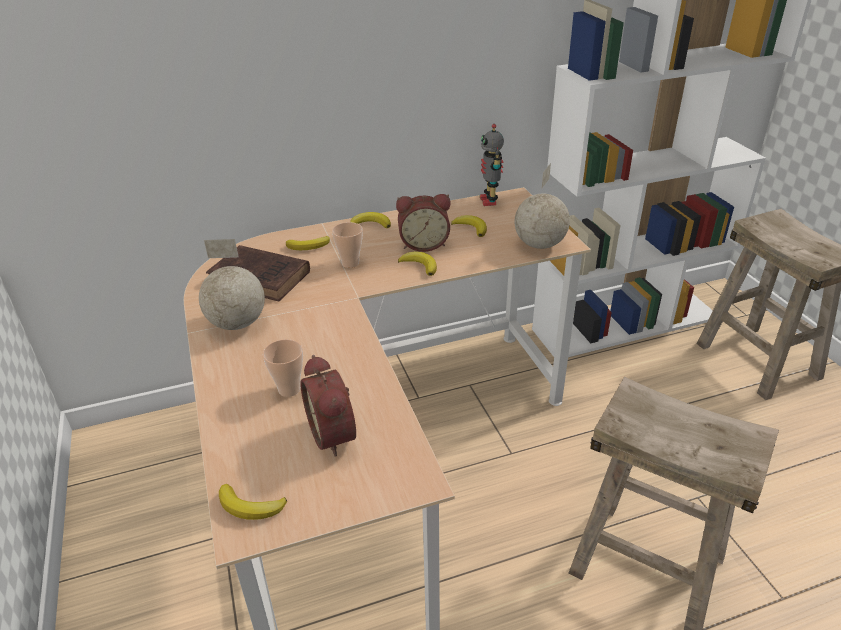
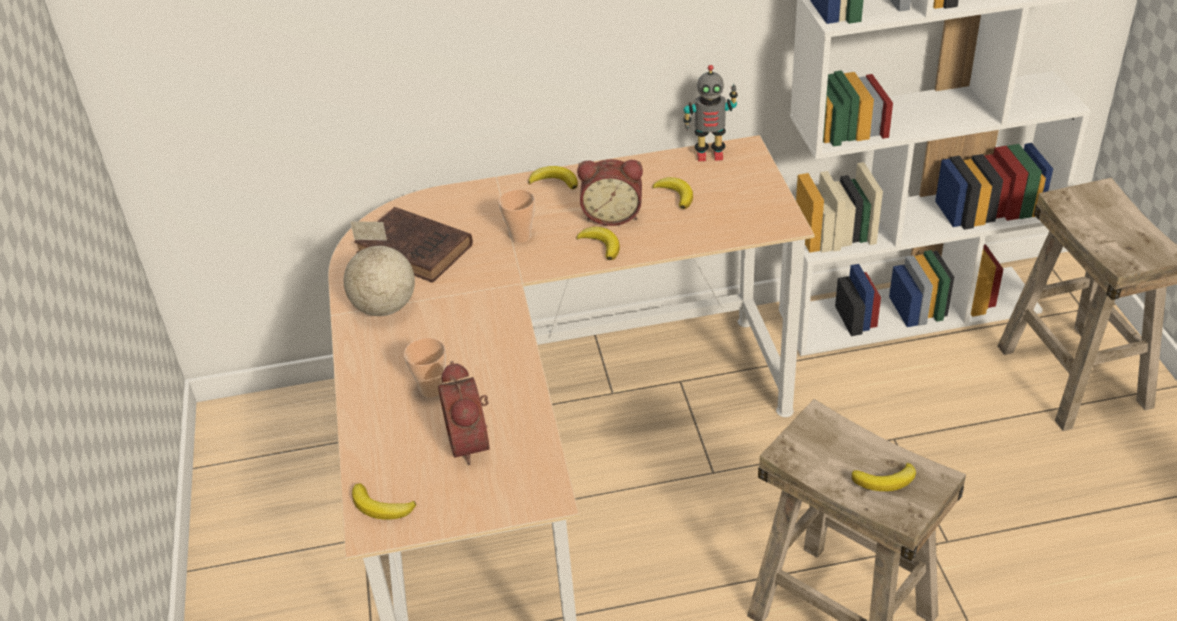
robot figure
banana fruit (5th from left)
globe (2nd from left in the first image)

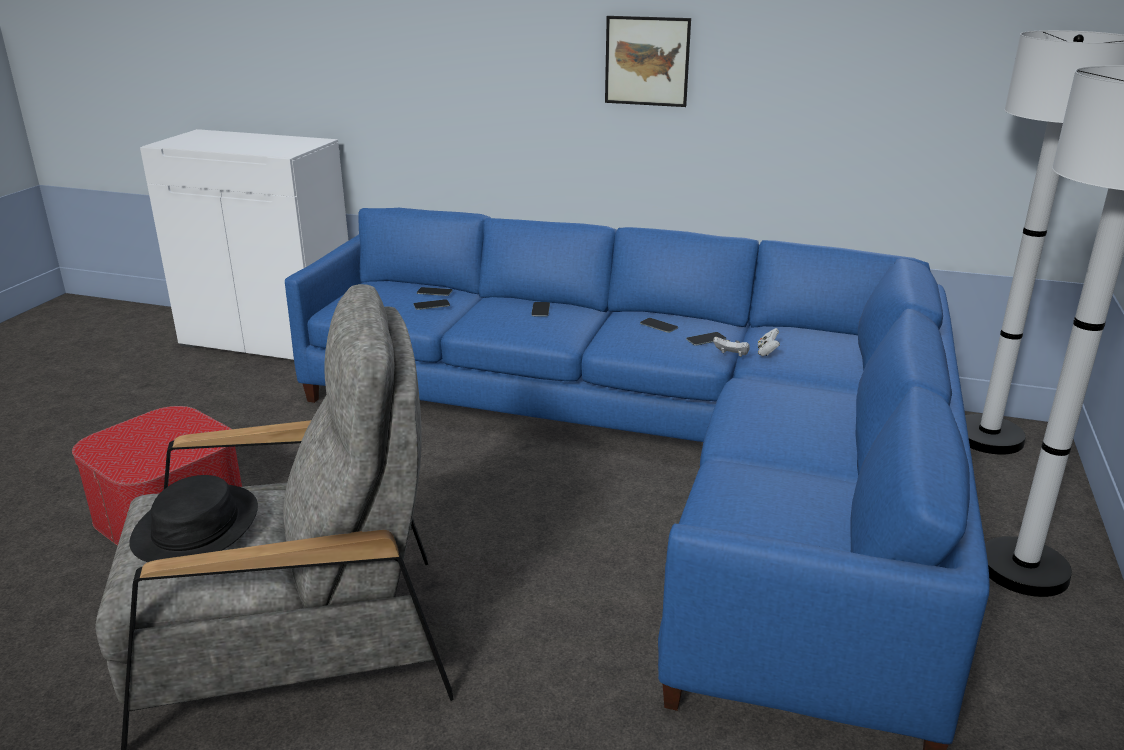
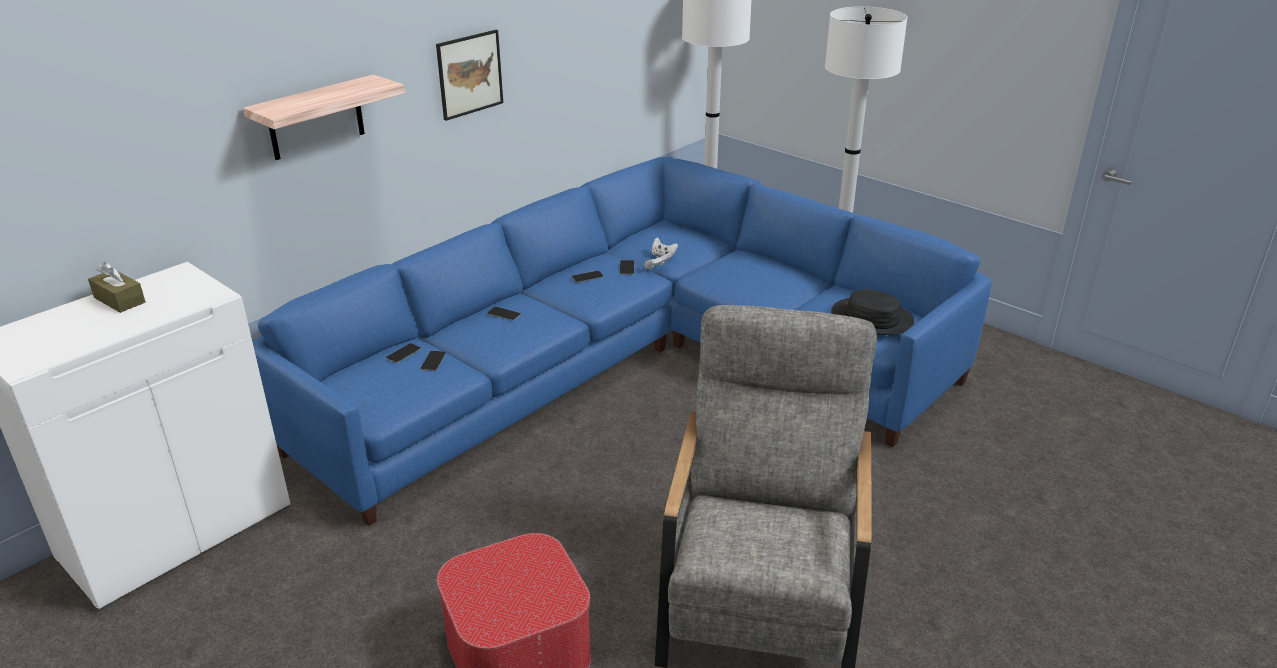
tissue box/brown-coloured
wall shelf
hat/black

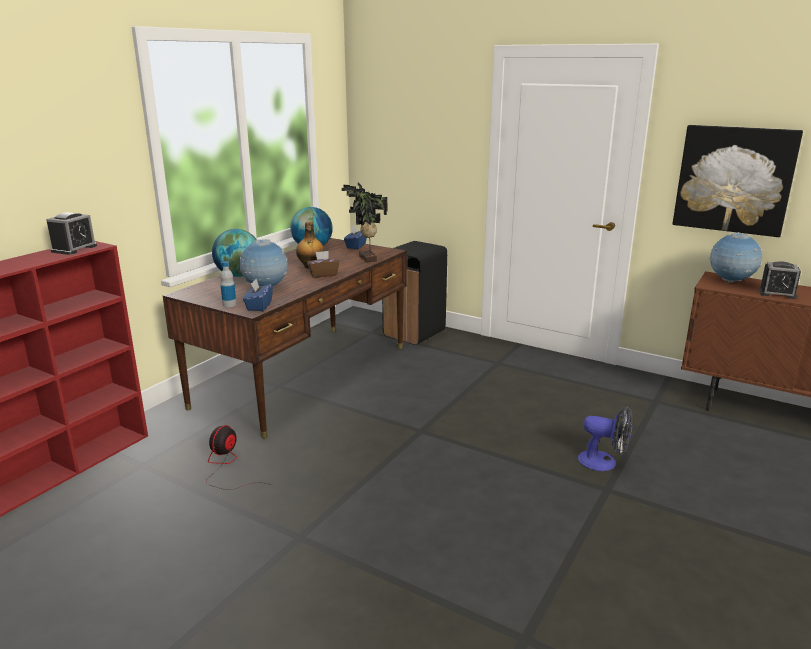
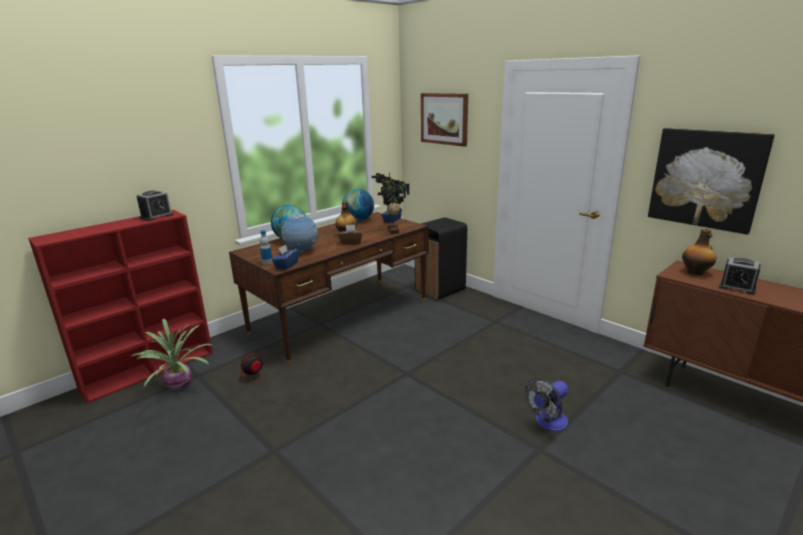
houseplant (1st from left)
wall picture (1st from left)
cooling fan (2nd from left)
beverage bottle (3rd from left)

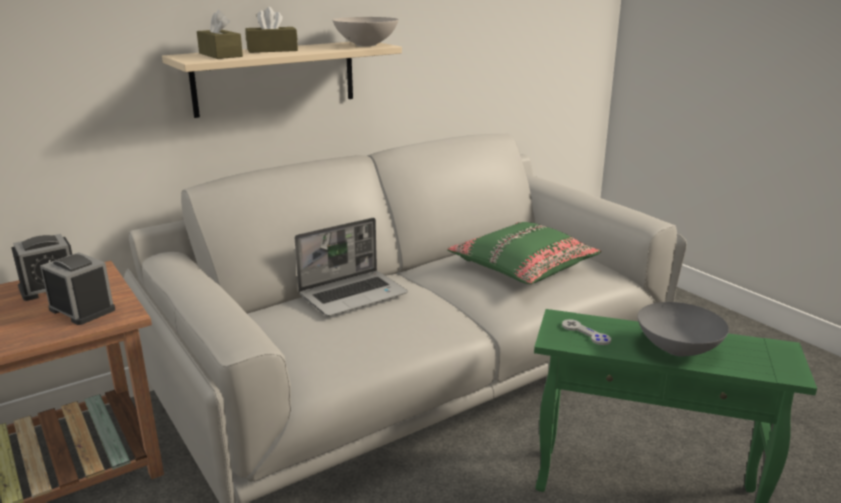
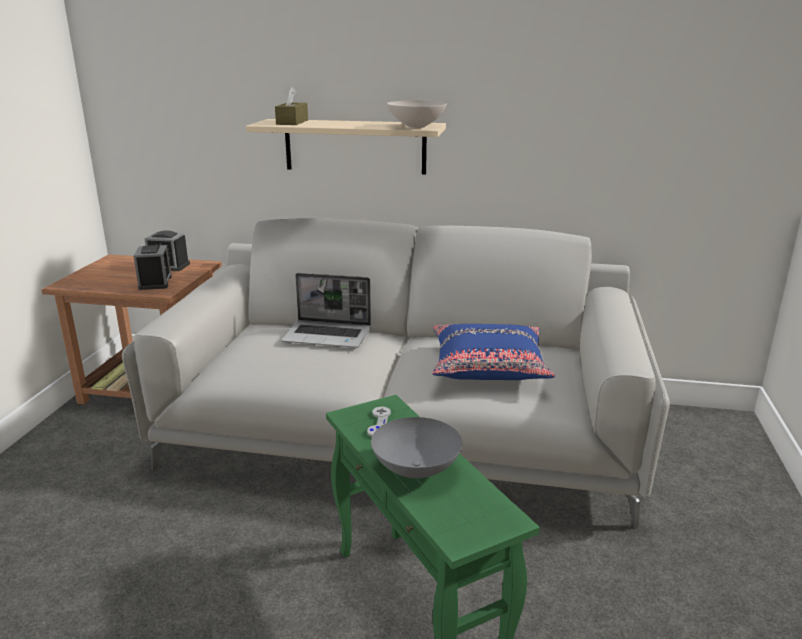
pillow/blue-coloured
tissue box/brown-coloured (2nd from left in the first image)

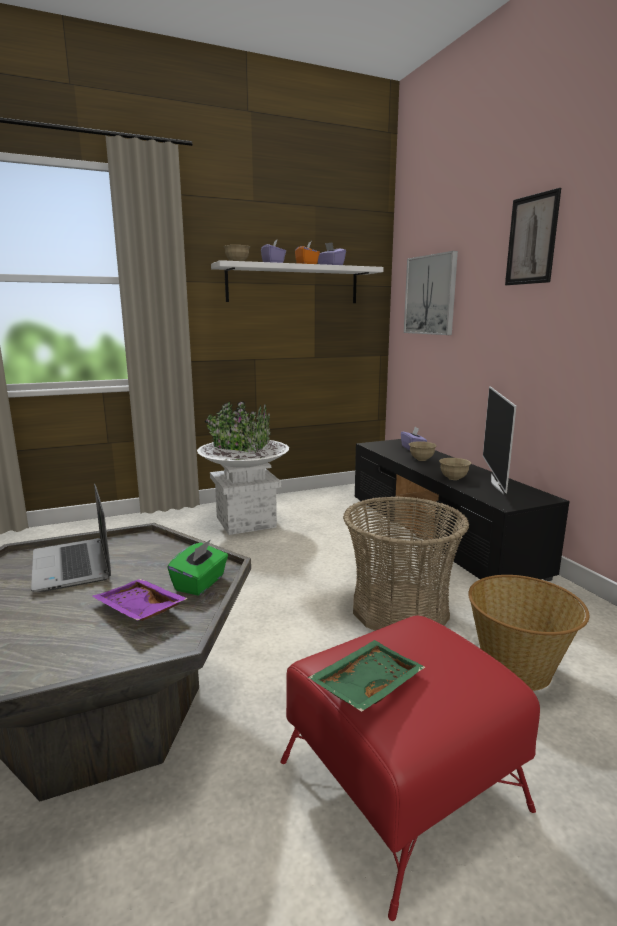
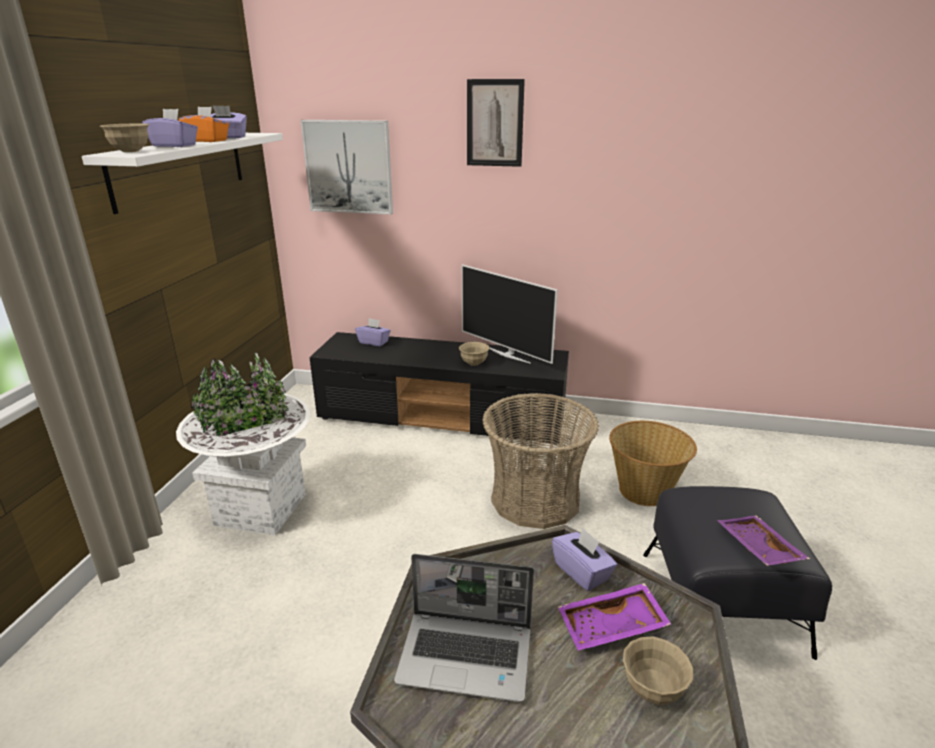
tissue box/purplish (4th from left)
deep dish/beige (3rd from left)
footrest/black
tray/purplish (2nd from left)

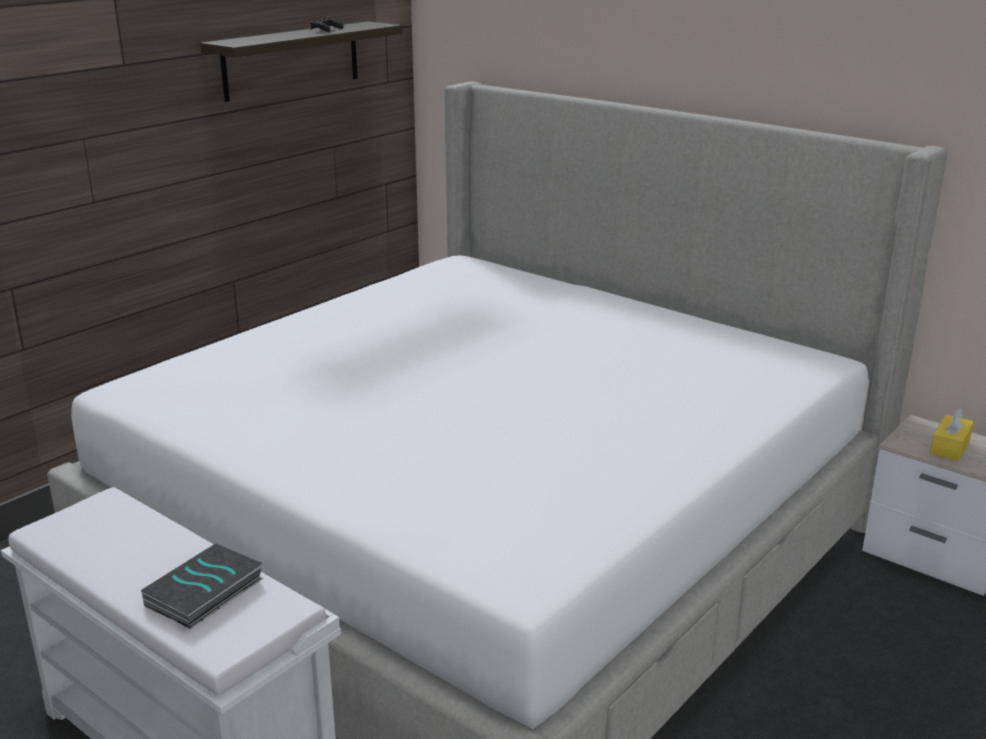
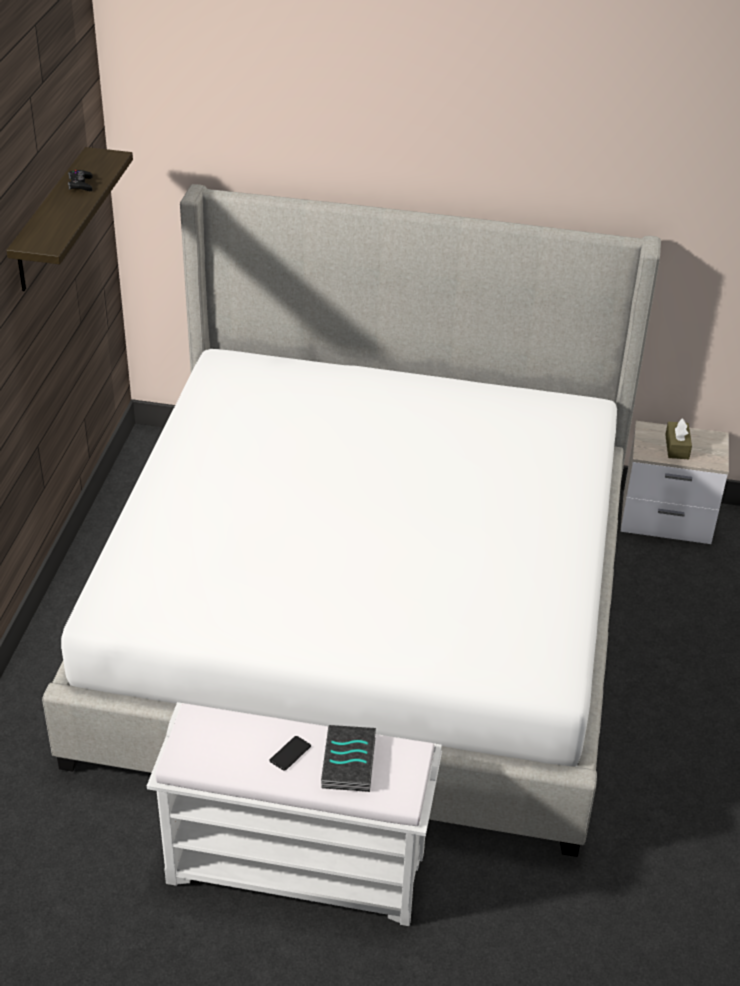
phone
tissue box/brown-coloured

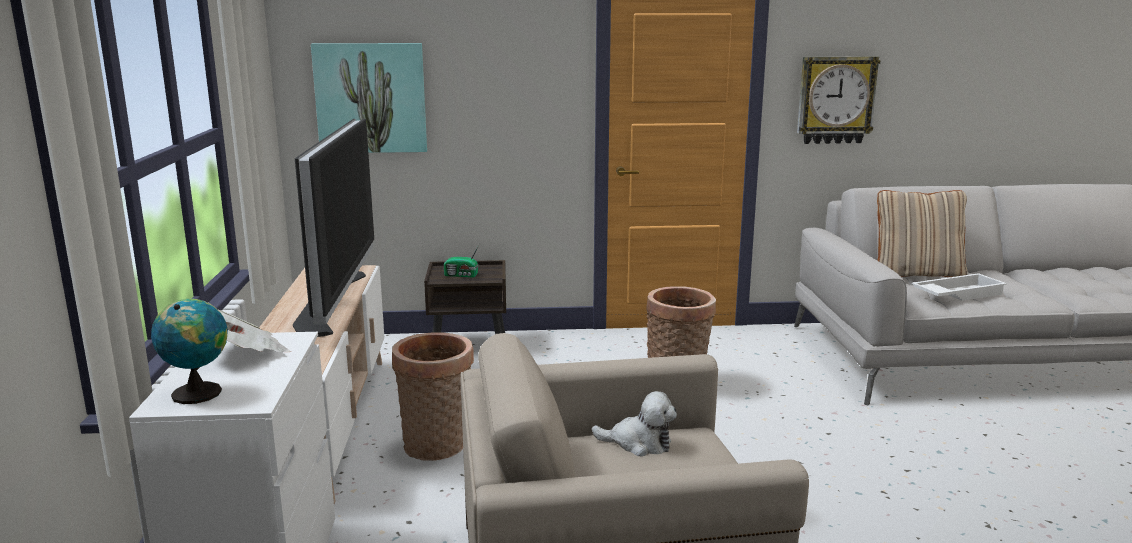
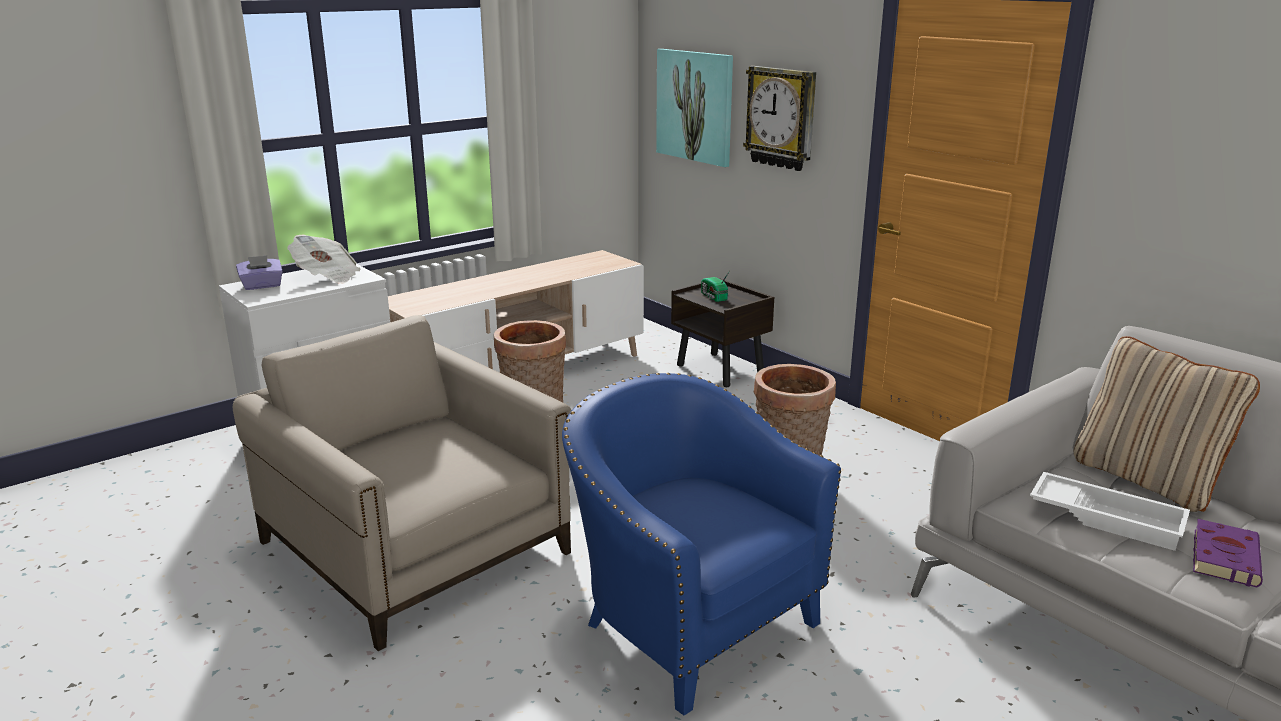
tissue box/purplish
armchair/blue-coloured
hanging clock
book/purplish
television
cuddly toy

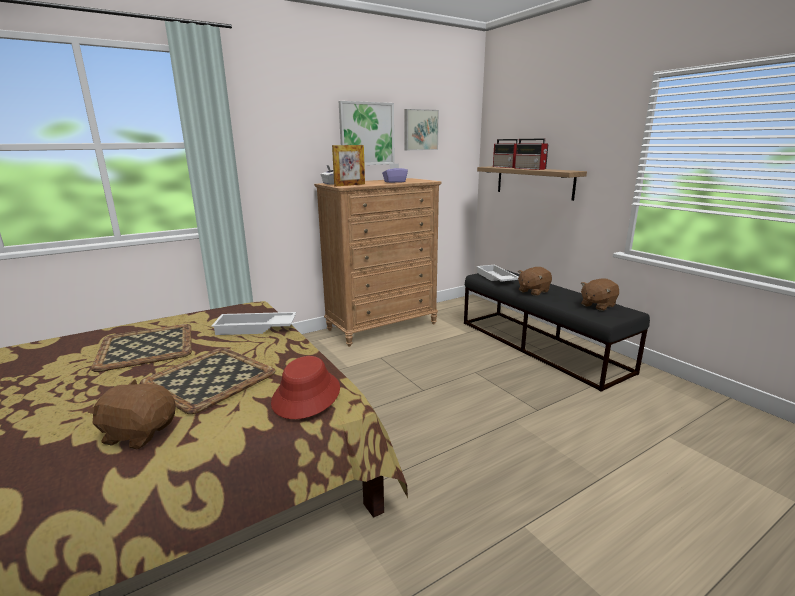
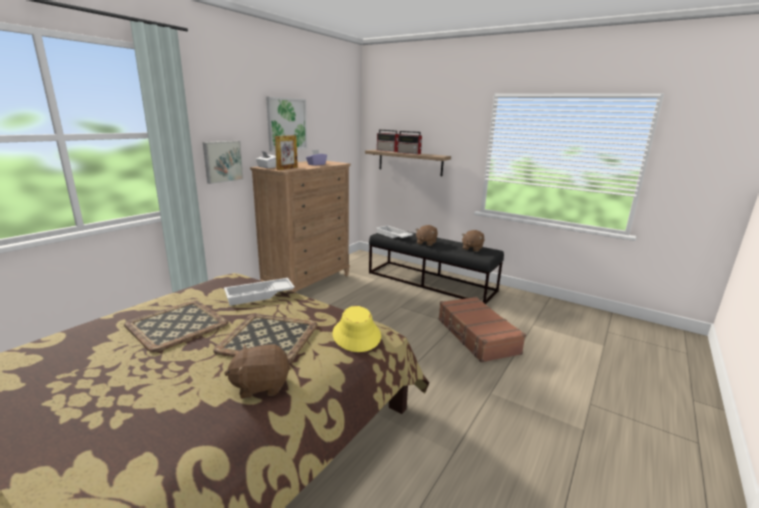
wall picture (1st from left)
hat/yellowish
suitcase/brown-coloured

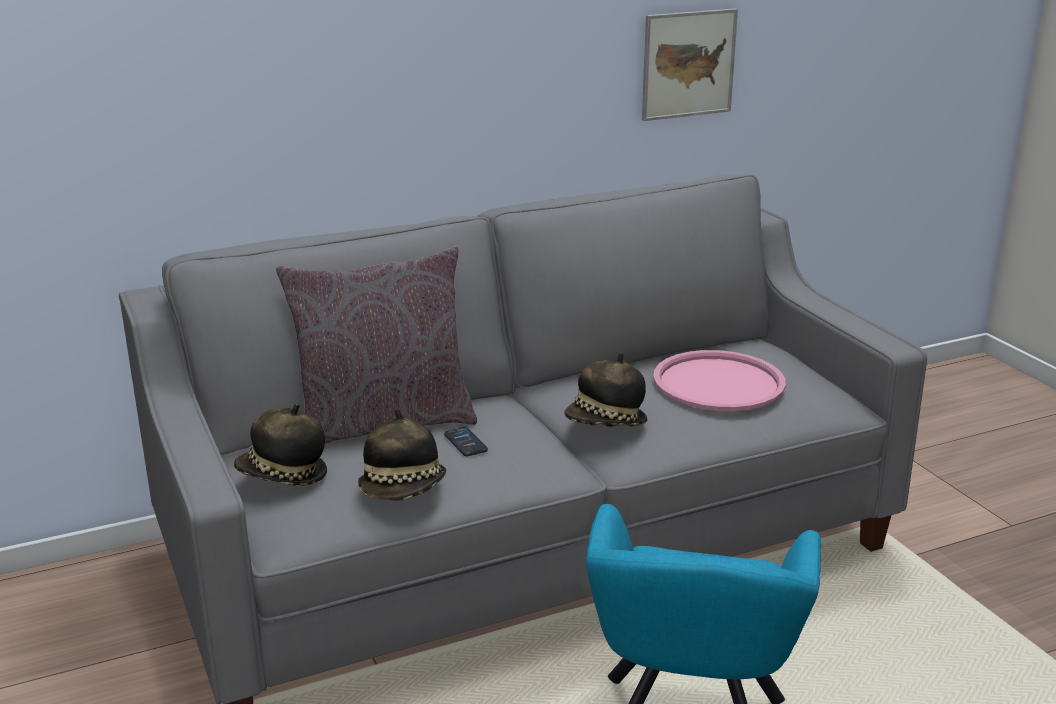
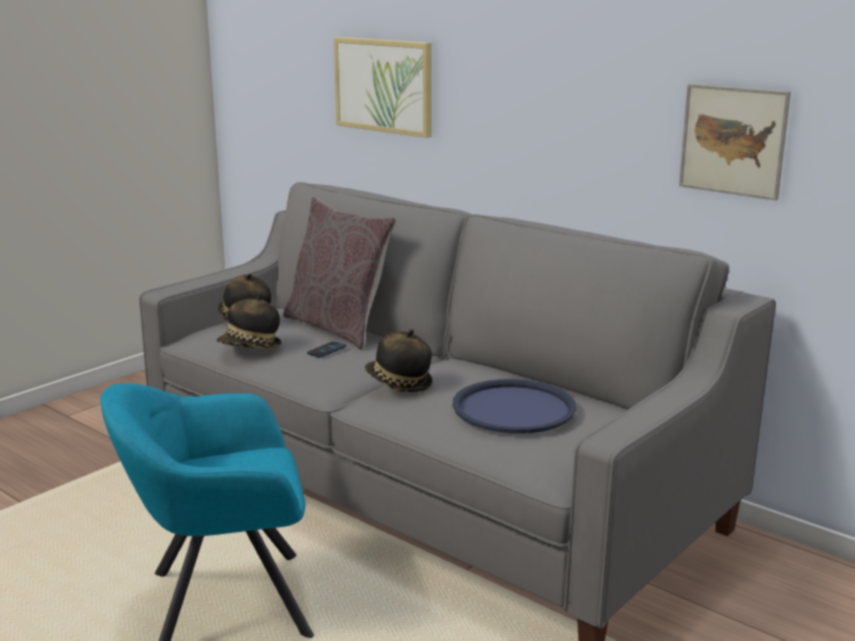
wall picture (1st from left)
tray/blue-coloured

